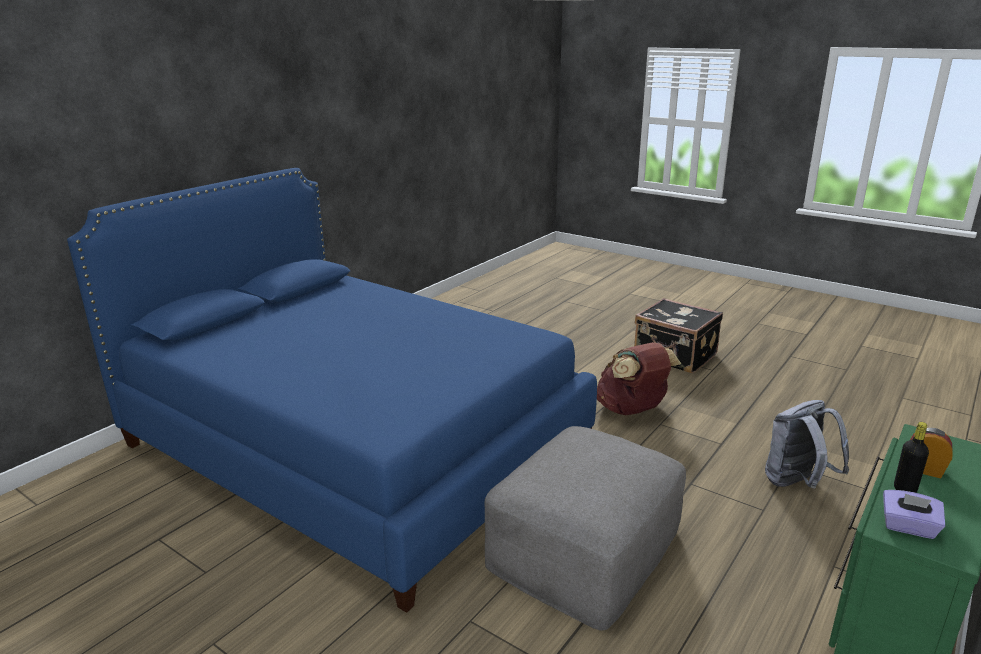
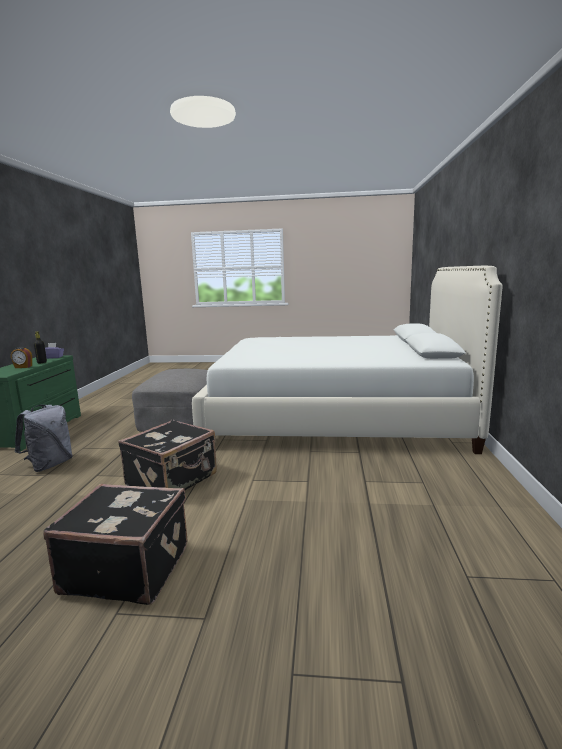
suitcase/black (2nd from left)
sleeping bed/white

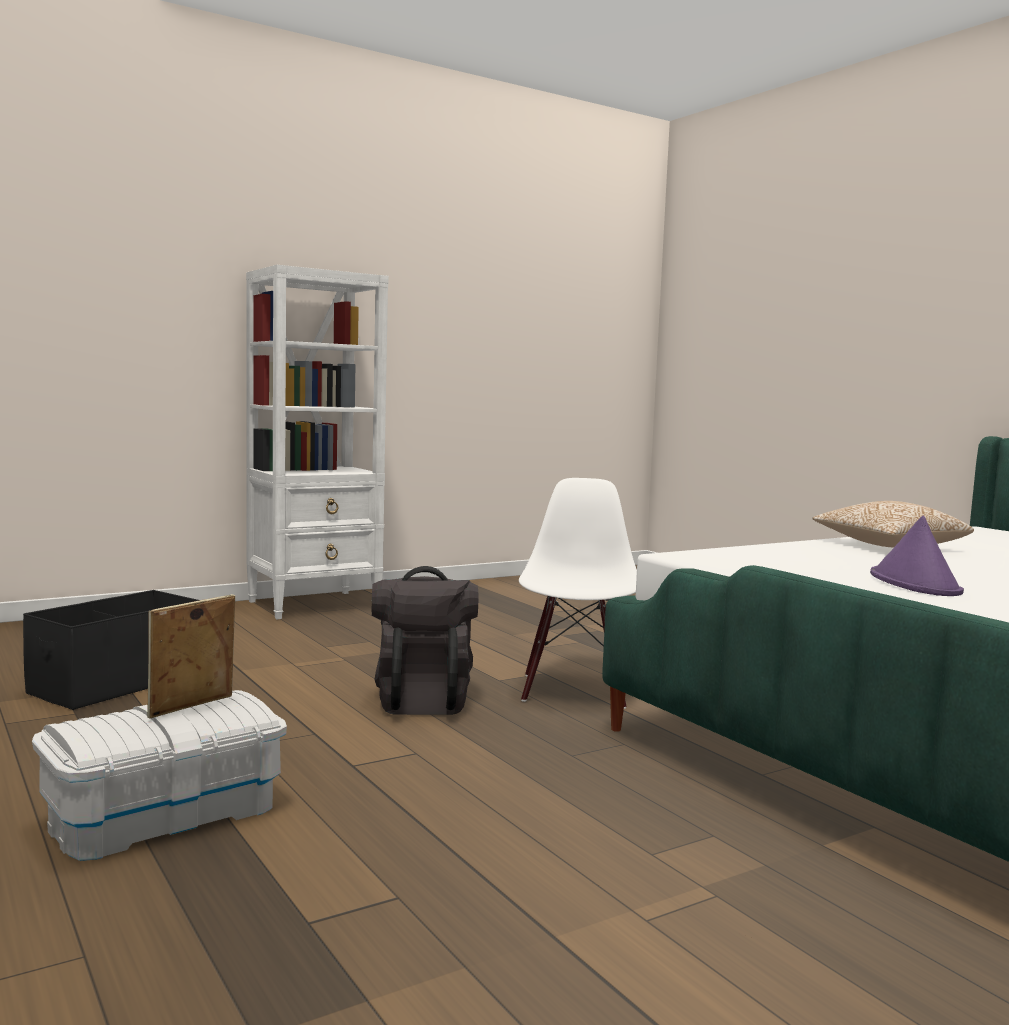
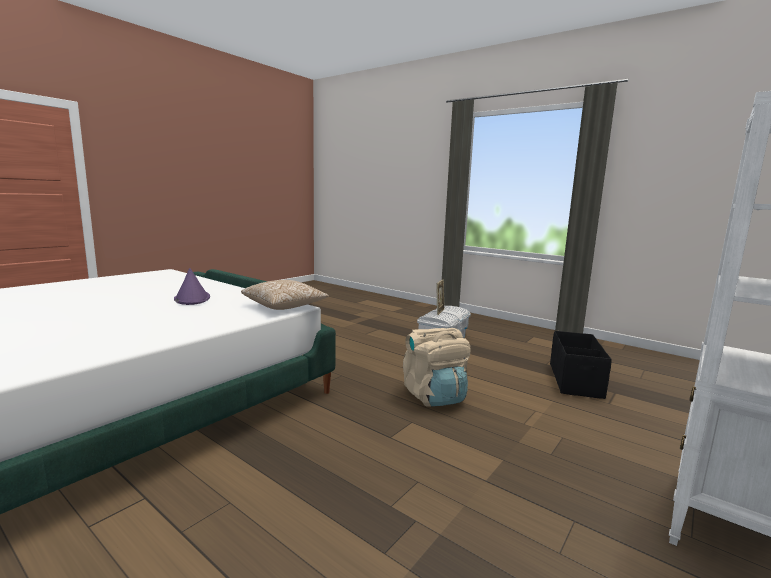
pillow
knapsack/beige
chair/white

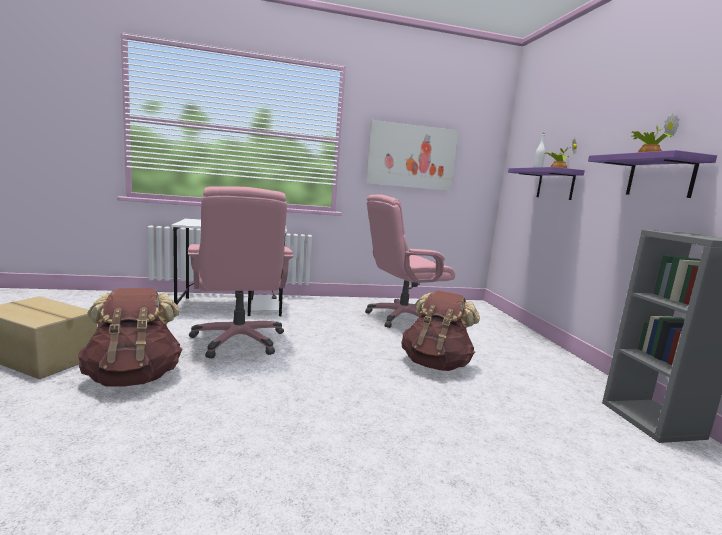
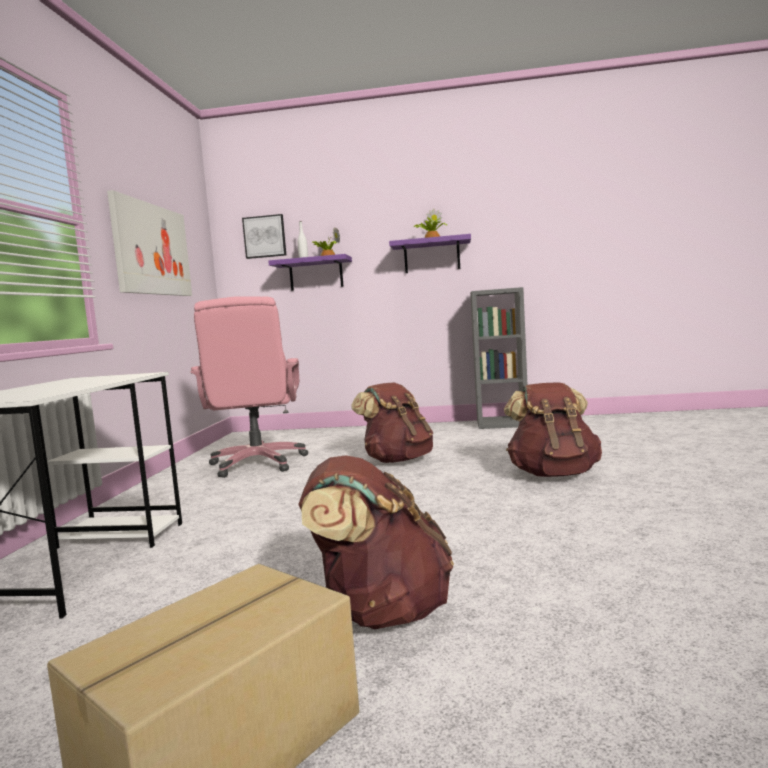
wall picture (2nd from left)
knapsack/brown-coloured (3rd from left)
office chair/pinkish (1st from left in the first image)

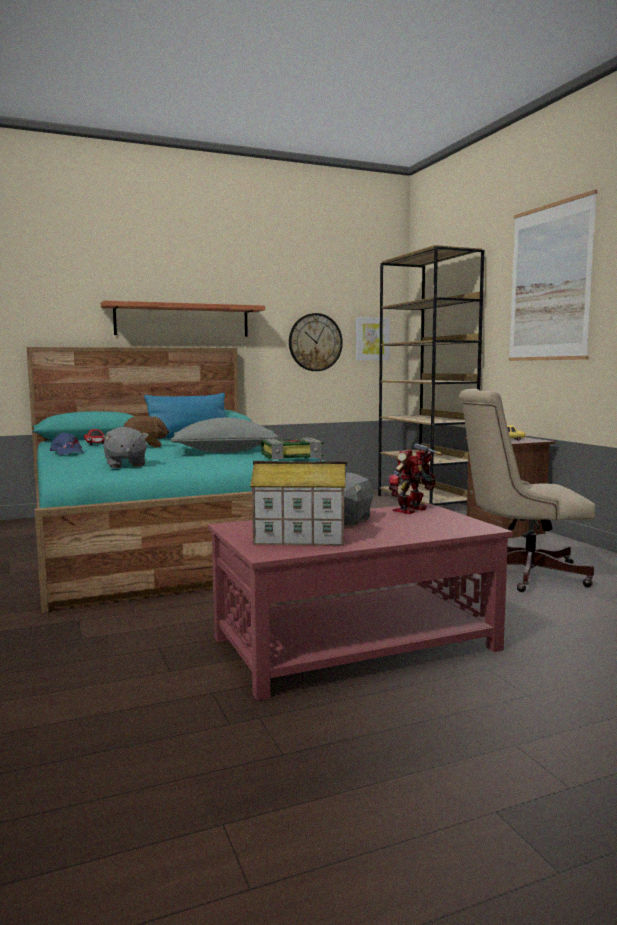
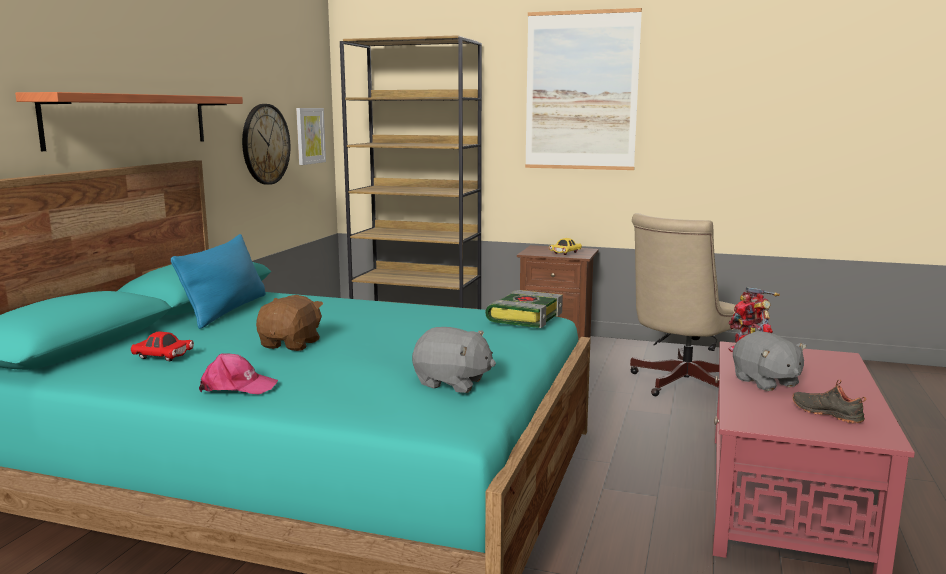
peaked cap/pinkish
shoe/black
pillow/grey

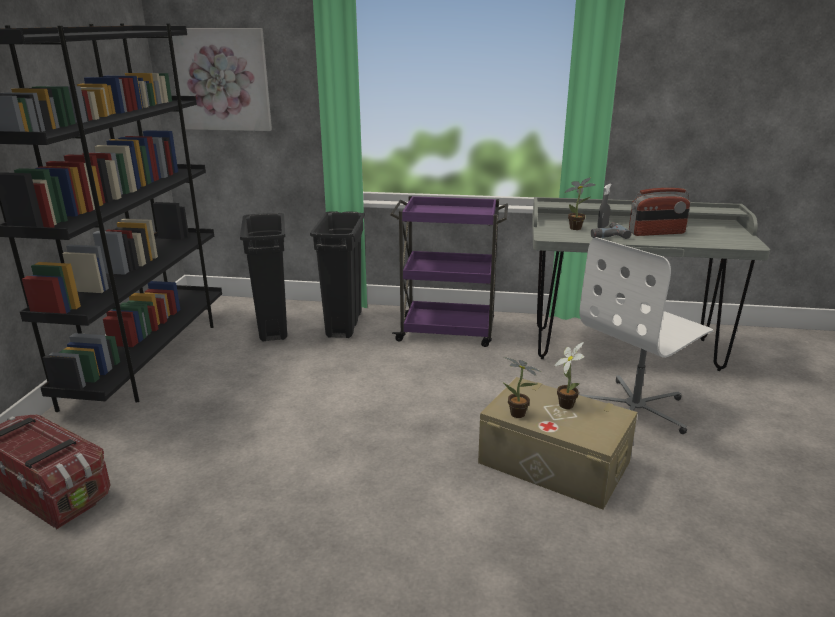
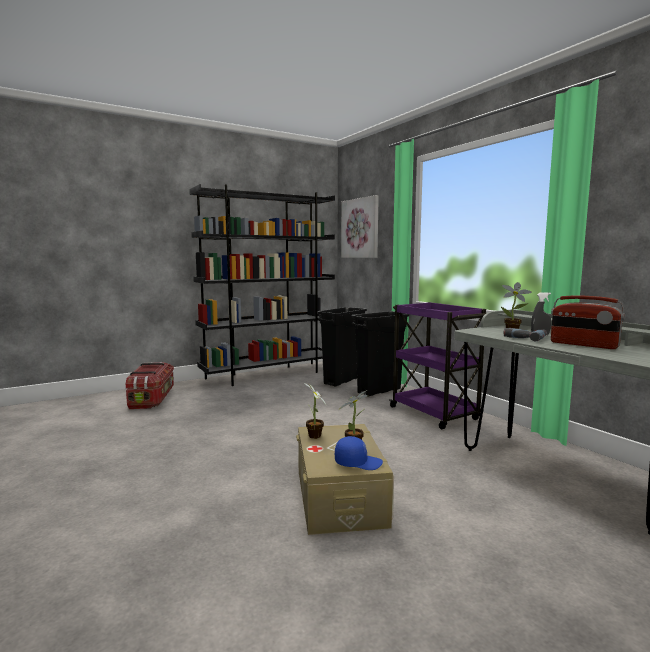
peaked cap/blue-coloured
office chair/white

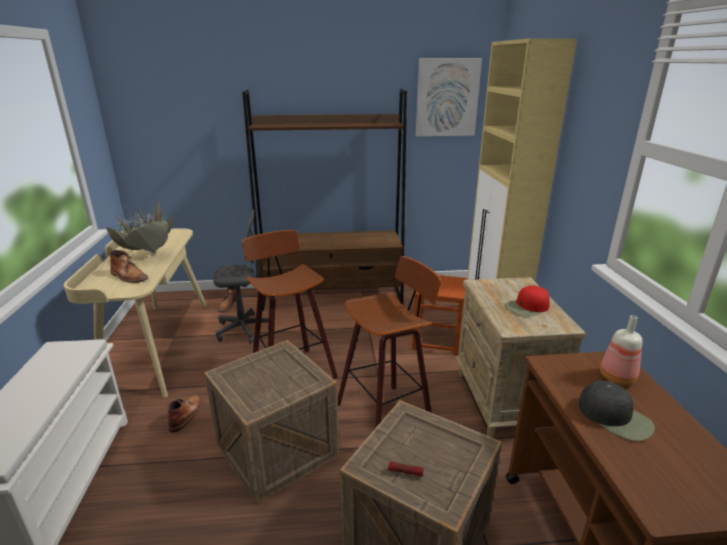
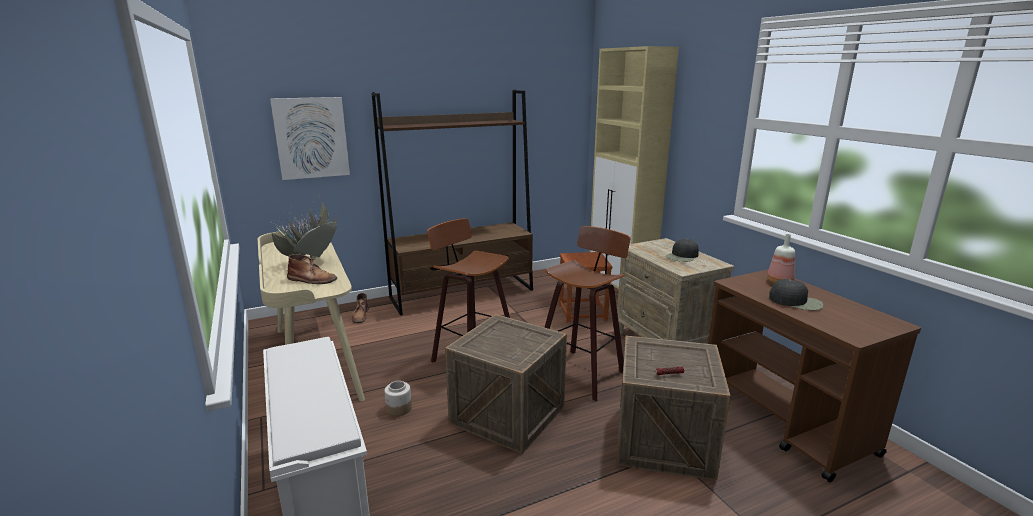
wall picture
storage jar
peaked cap/black (1st from left)
office chair/grey

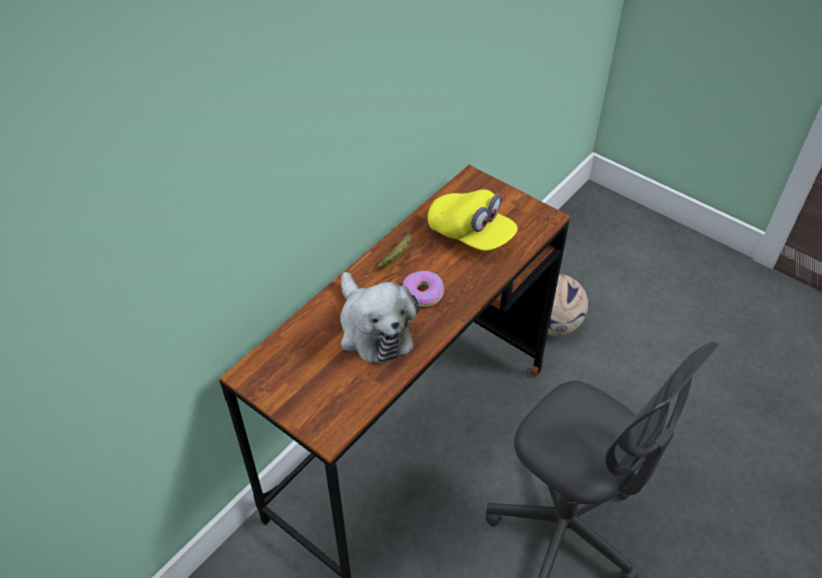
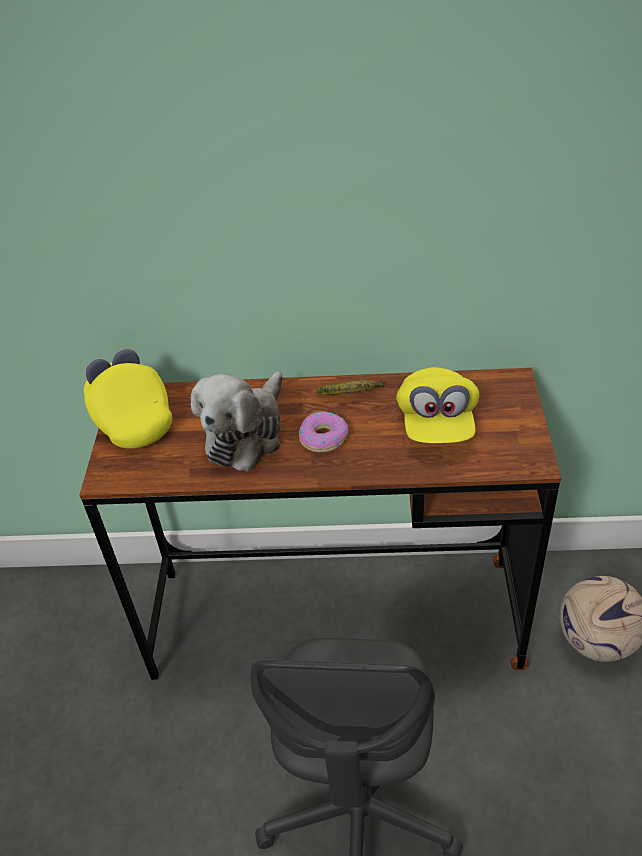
peaked cap/yellowish (1st from left)

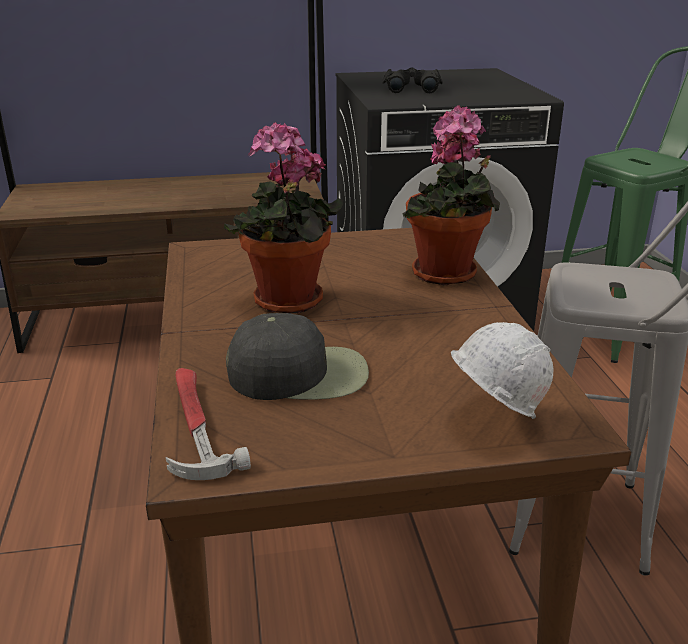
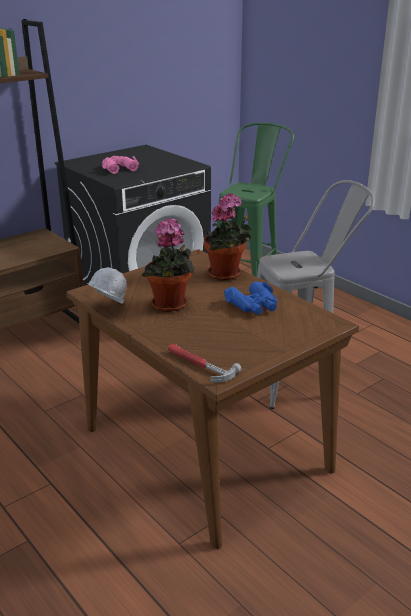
work helmet/white
pair of binoculars/pinkish
pair of binoculars/blue-coloured
peaked cap/black

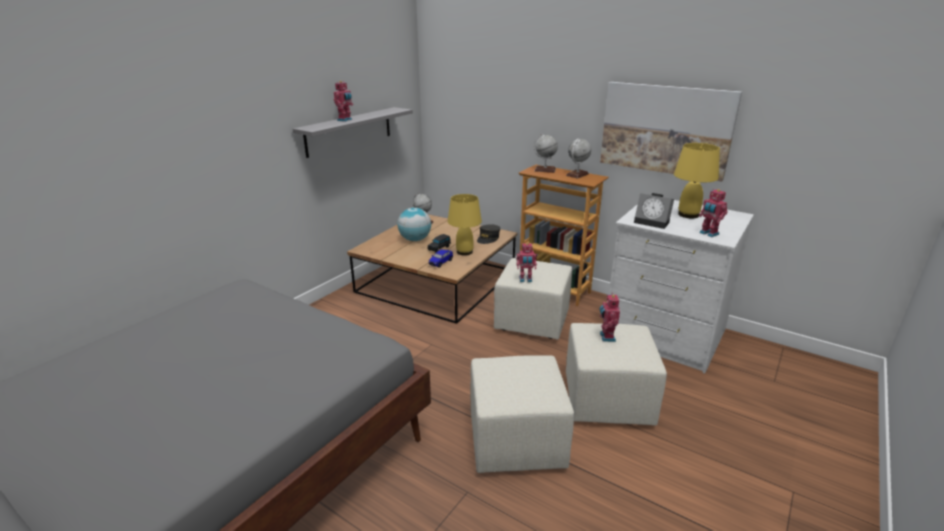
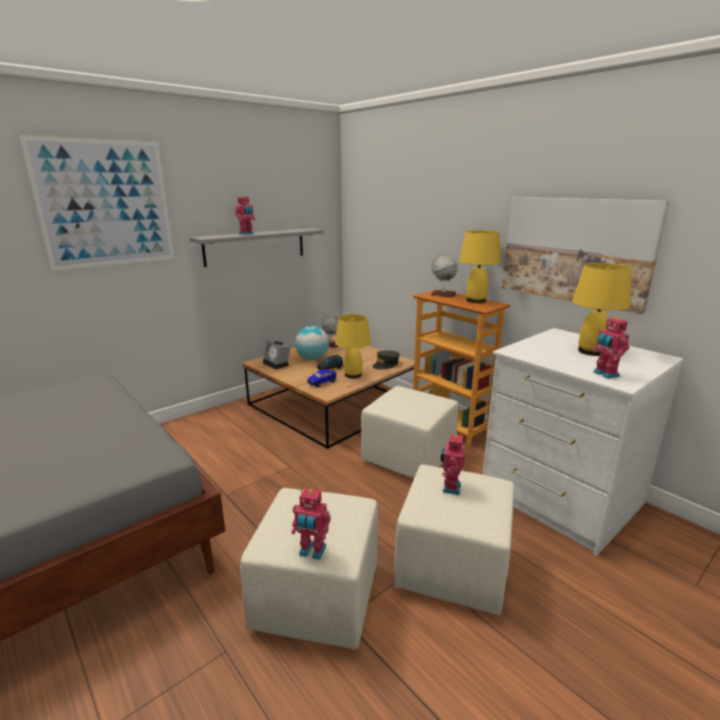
wall picture (1st from left)
table clock
robot figure (2nd from left)
lamp for a table/yellowish (2nd from left)

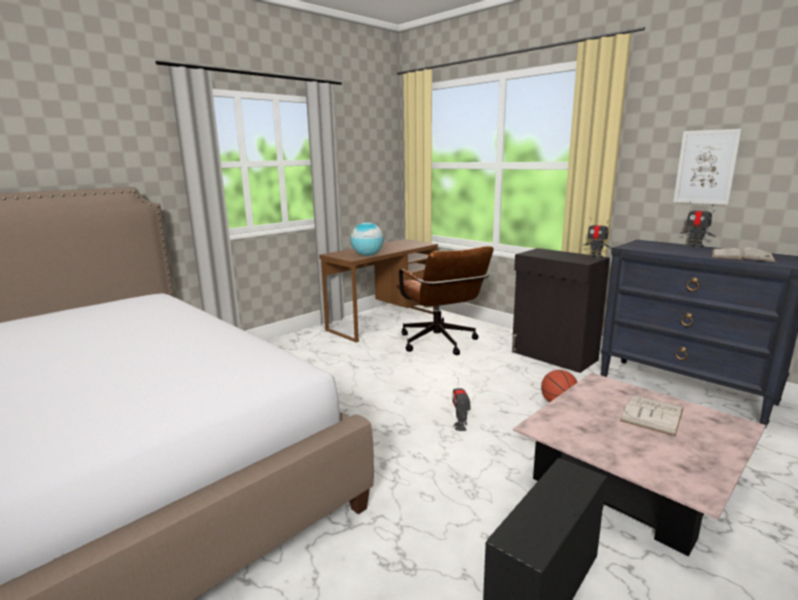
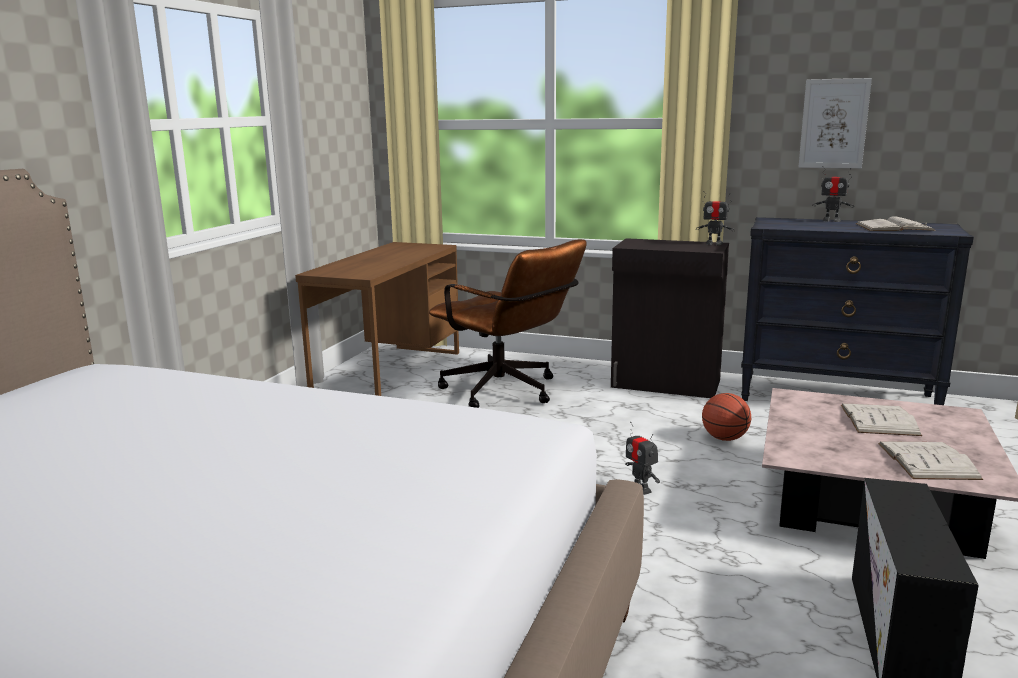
book/white (3rd from left)
globe

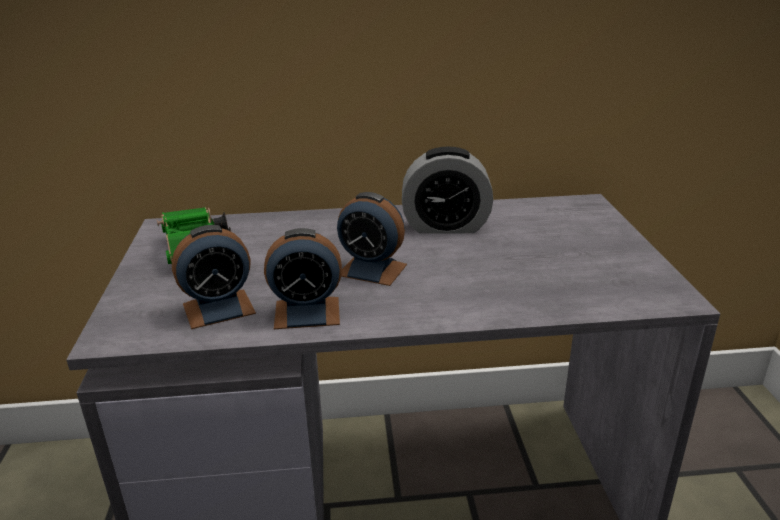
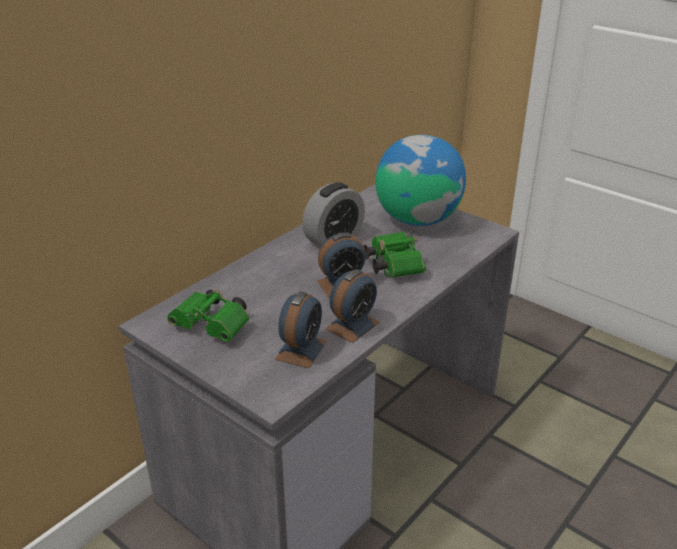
pair of binoculars/green (2nd from left)
globe

